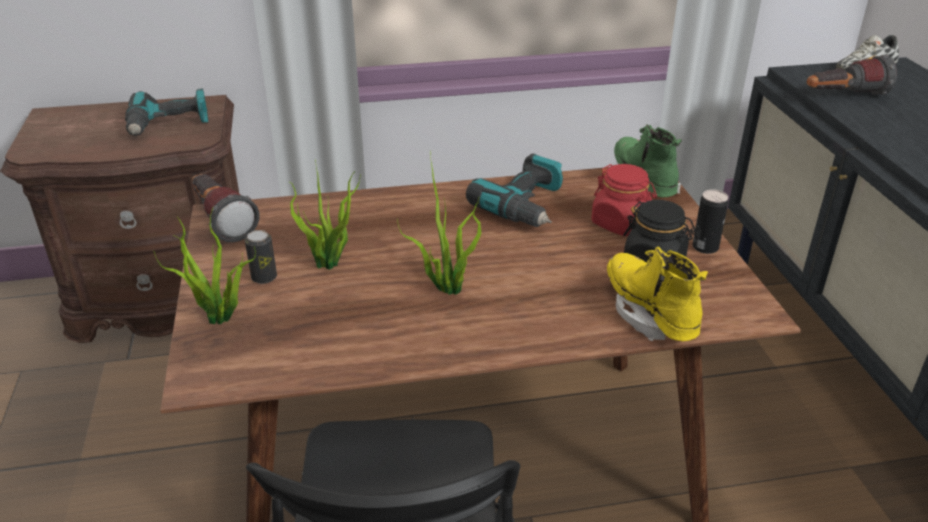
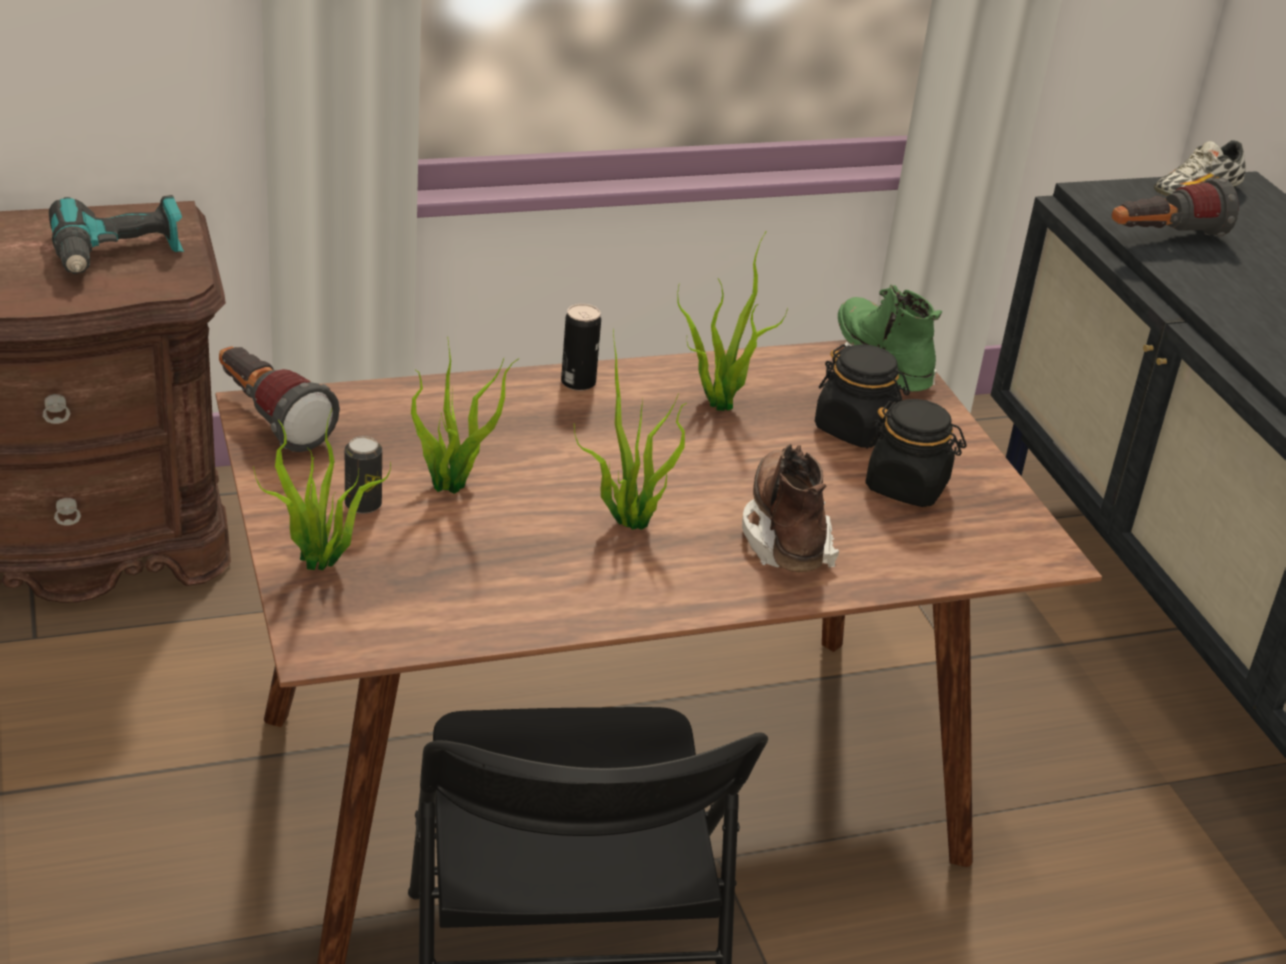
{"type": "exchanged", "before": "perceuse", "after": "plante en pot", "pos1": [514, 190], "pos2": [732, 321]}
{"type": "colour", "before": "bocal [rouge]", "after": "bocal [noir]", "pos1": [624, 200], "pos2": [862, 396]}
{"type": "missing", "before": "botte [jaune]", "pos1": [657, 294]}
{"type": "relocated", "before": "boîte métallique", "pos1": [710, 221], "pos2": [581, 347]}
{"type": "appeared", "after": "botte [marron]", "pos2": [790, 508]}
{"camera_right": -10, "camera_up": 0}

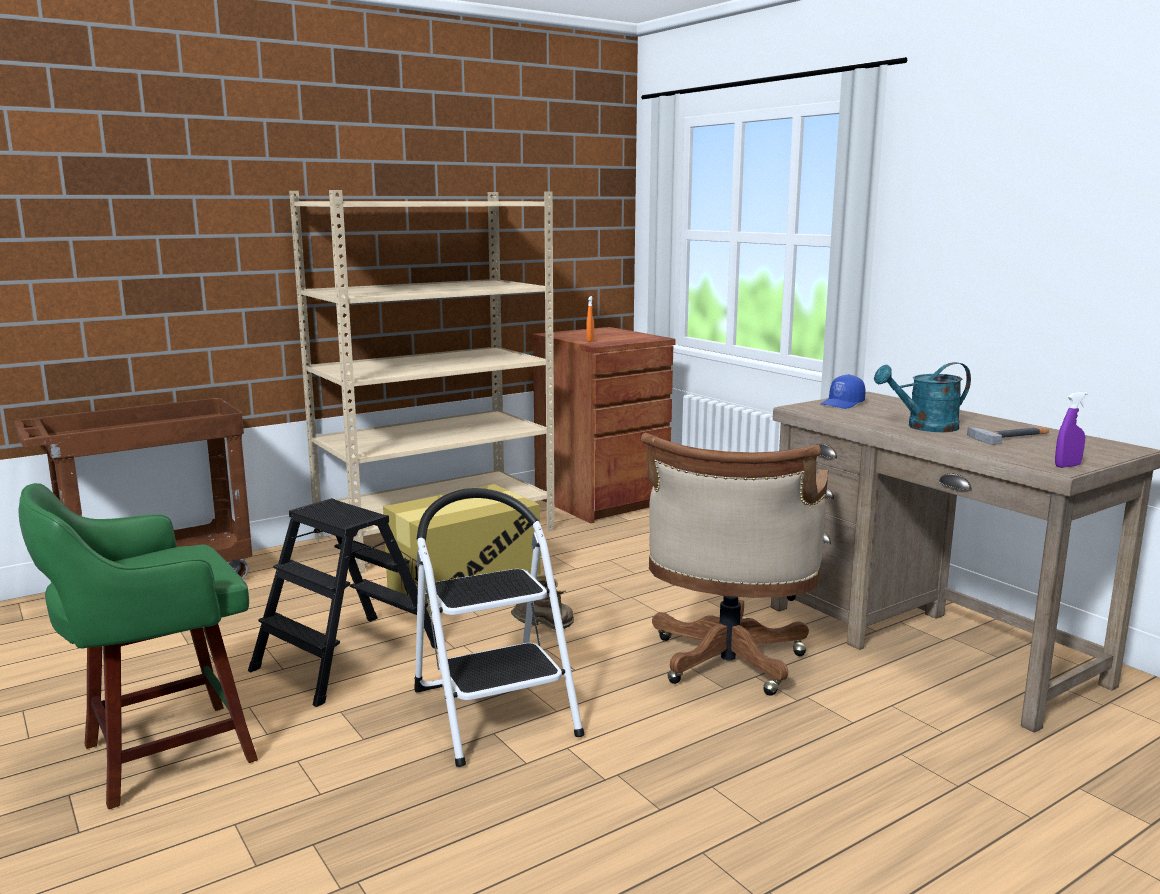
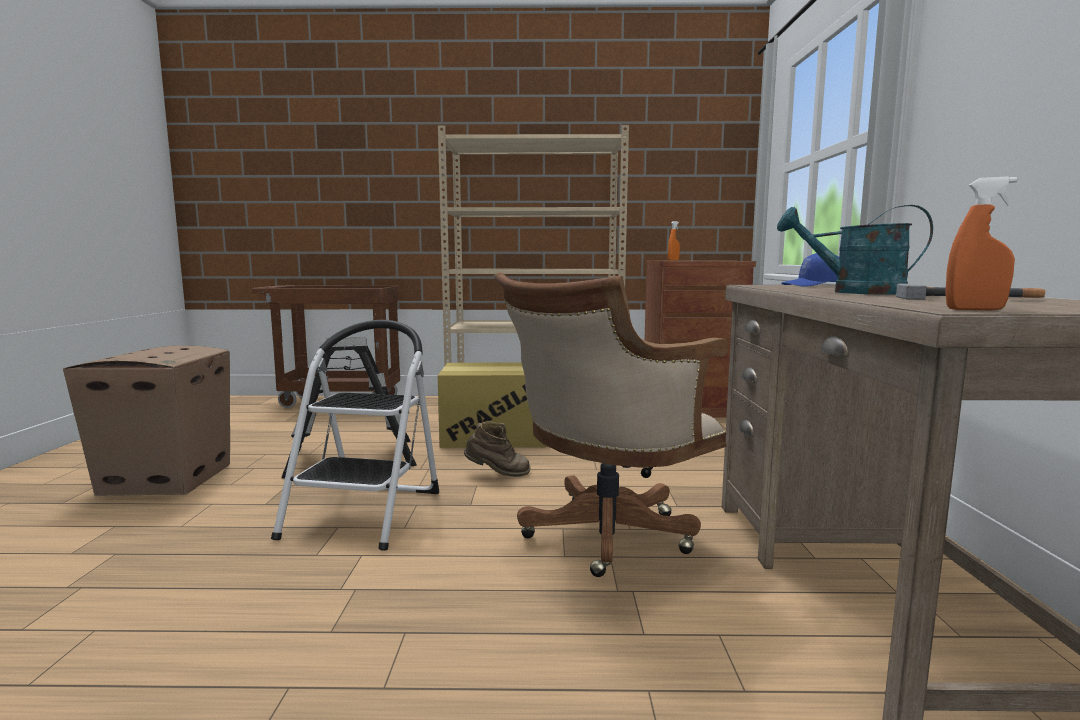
{"type": "exchanged", "before": "tabouret [vert]", "after": "carton", "pos1": [138, 646], "pos2": [146, 420]}
{"type": "colour", "before": "vaporisateur [violet]", "after": "vaporisateur [orange]", "pos1": [1071, 430], "pos2": [981, 243]}
{"camera_right": 35, "camera_up": -5}

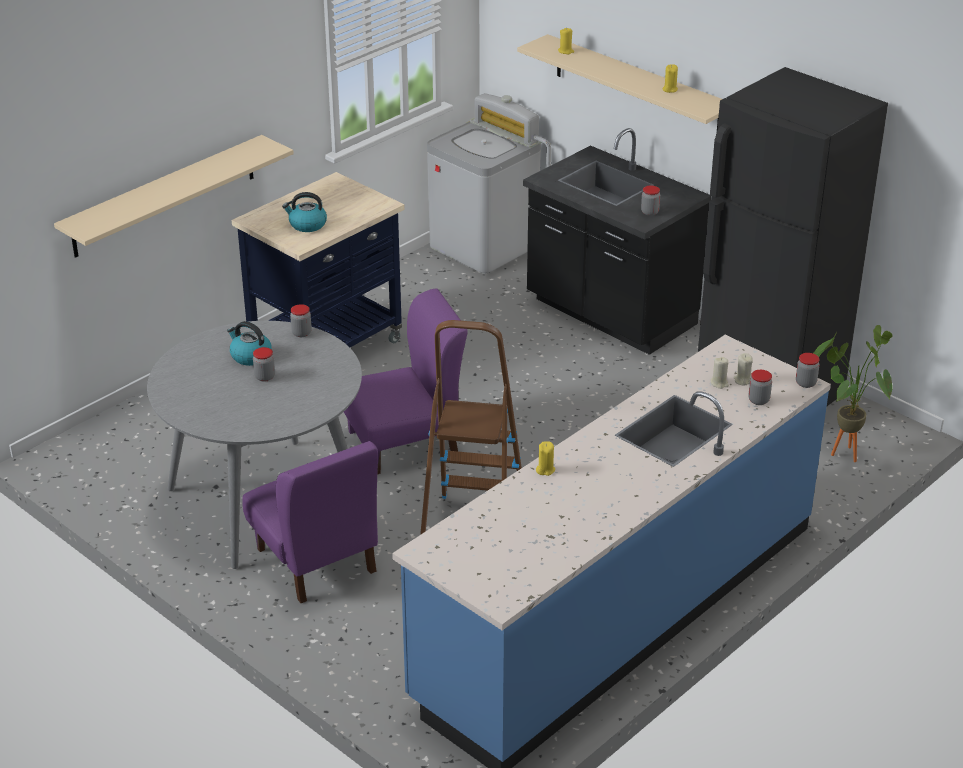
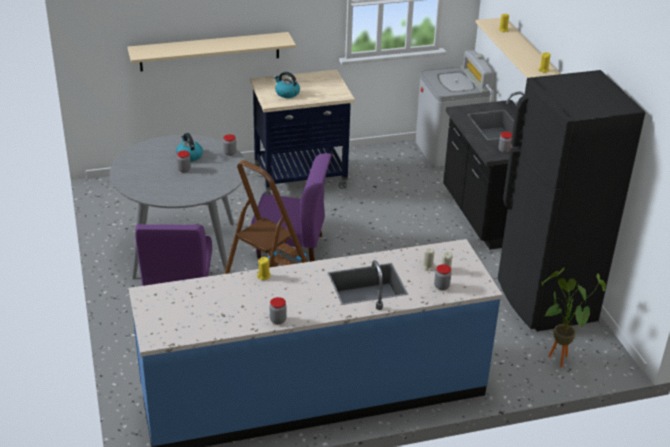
{"type": "relocated", "before": "bocal", "pos1": [807, 370], "pos2": [278, 310]}
{"camera_right": 30, "camera_up": 0}

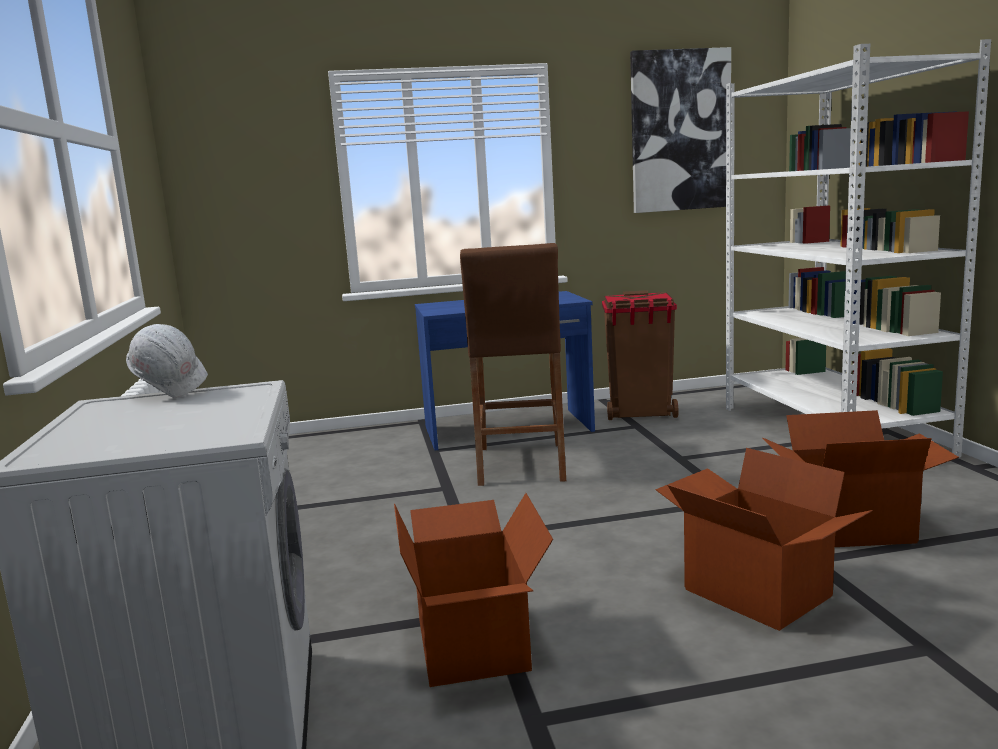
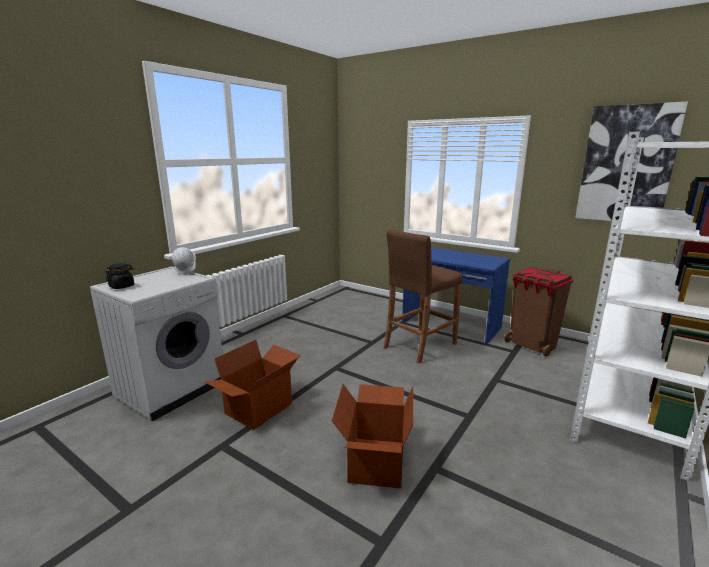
{"type": "missing", "before": "carton", "pos1": [861, 478]}
{"type": "appeared", "after": "bocal [noir]", "pos2": [120, 276]}
{"camera_right": 45, "camera_up": 5}

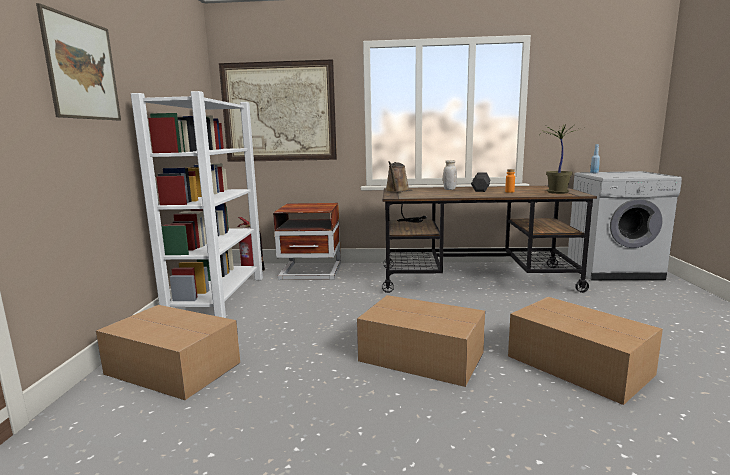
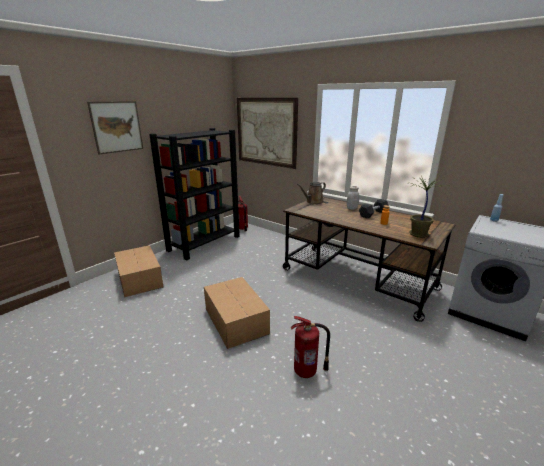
{"type": "colour", "before": "bibliothèque [blanc]", "after": "bibliothèque [noir]", "pos1": [197, 204], "pos2": [194, 194]}
{"type": "missing", "before": "table de chevet", "pos1": [307, 241]}
{"type": "exchanged", "before": "carton", "after": "extincteur", "pos1": [585, 351], "pos2": [310, 347]}
{"camera_right": 35, "camera_up": 10}

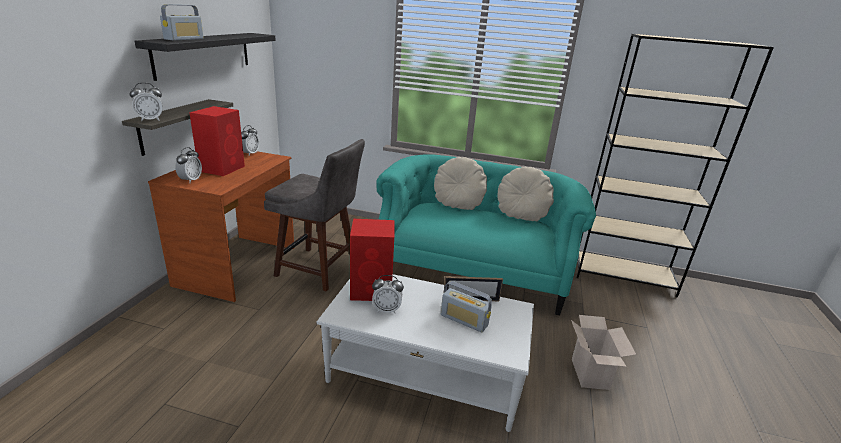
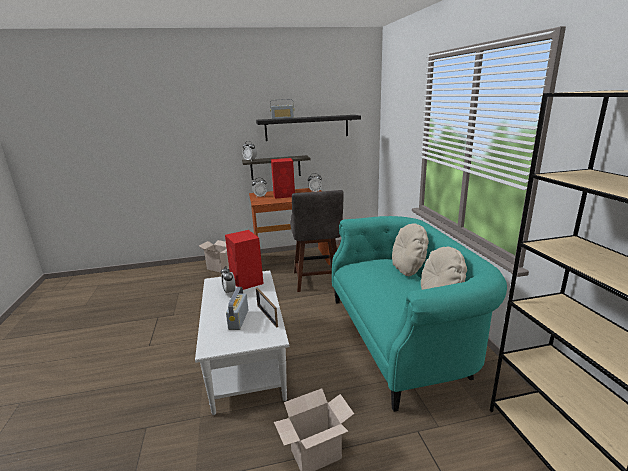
{"type": "appeared", "after": "carton", "pos2": [214, 256]}
{"camera_right": 65, "camera_up": -5}

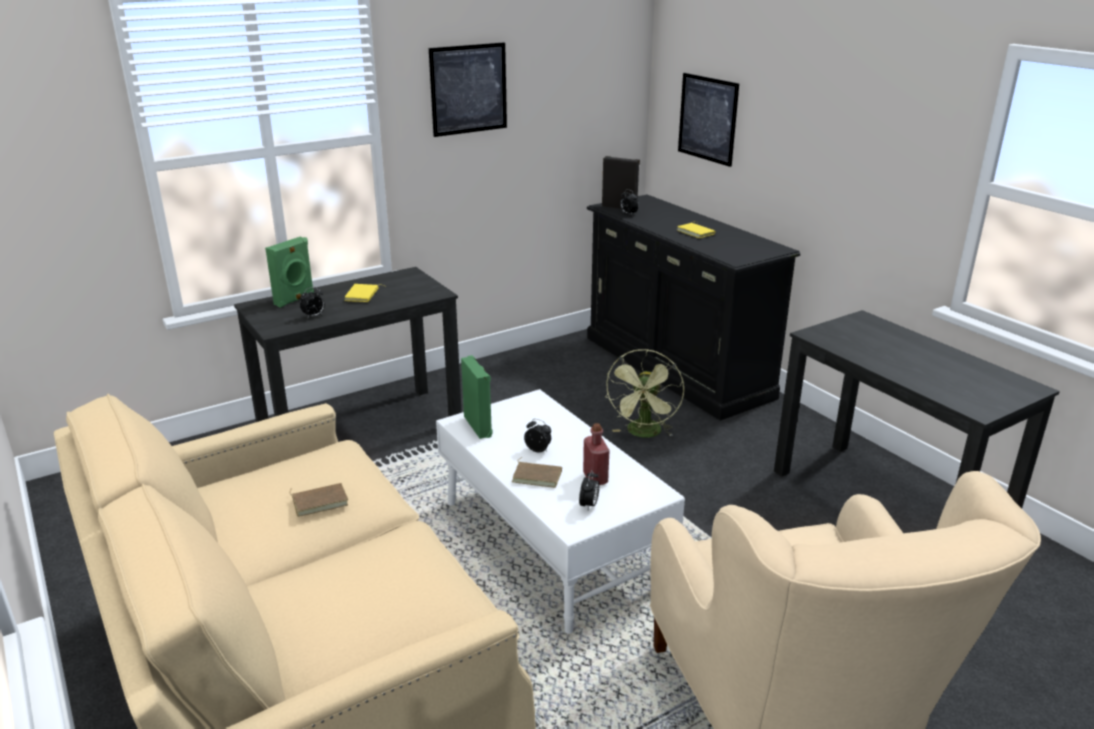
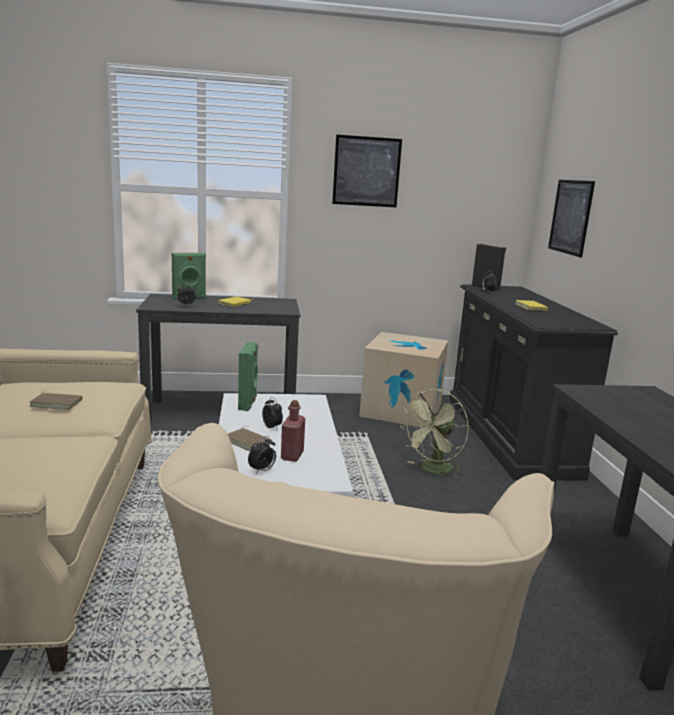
{"type": "appeared", "after": "carton", "pos2": [403, 380]}
{"camera_right": 25, "camera_up": -10}

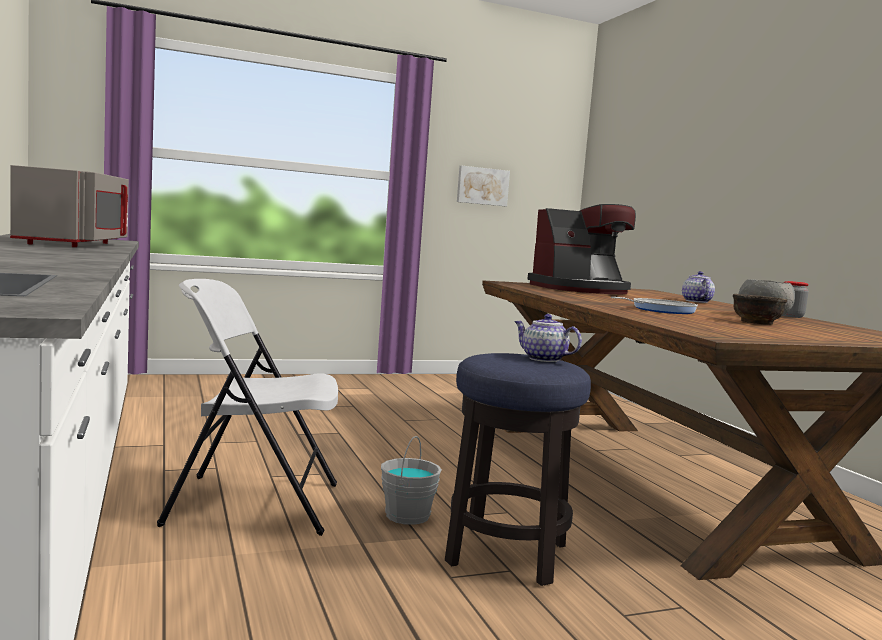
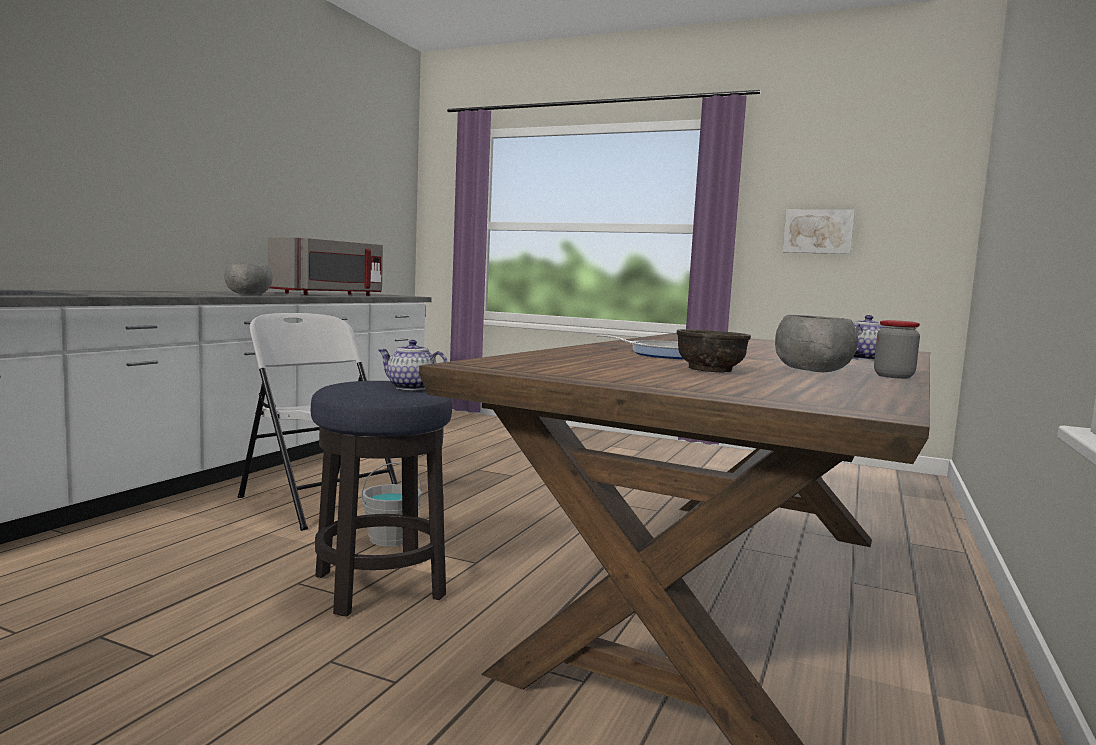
{"type": "spun", "before": "théière", "pos1": [548, 338], "pos2": [413, 365], "turn": -60}
{"type": "missing", "before": "machine à café", "pos1": [581, 249]}
{"type": "appeared", "after": "bol [gris]", "pos2": [248, 279]}
{"camera_right": 45, "camera_up": 0}

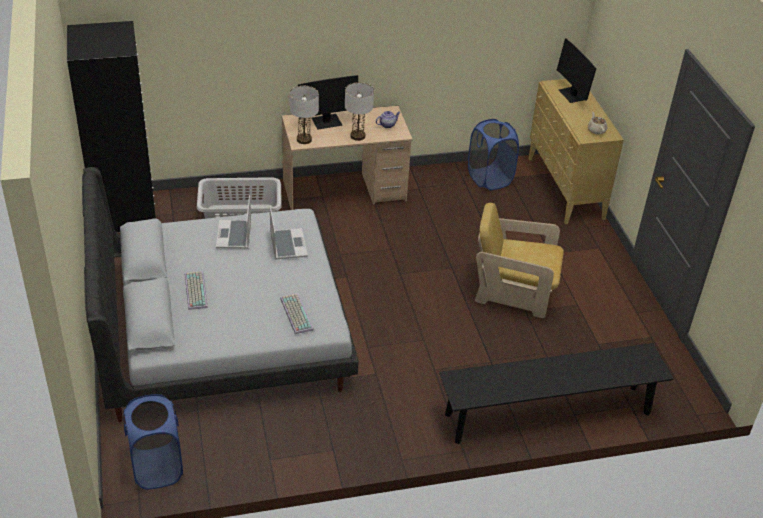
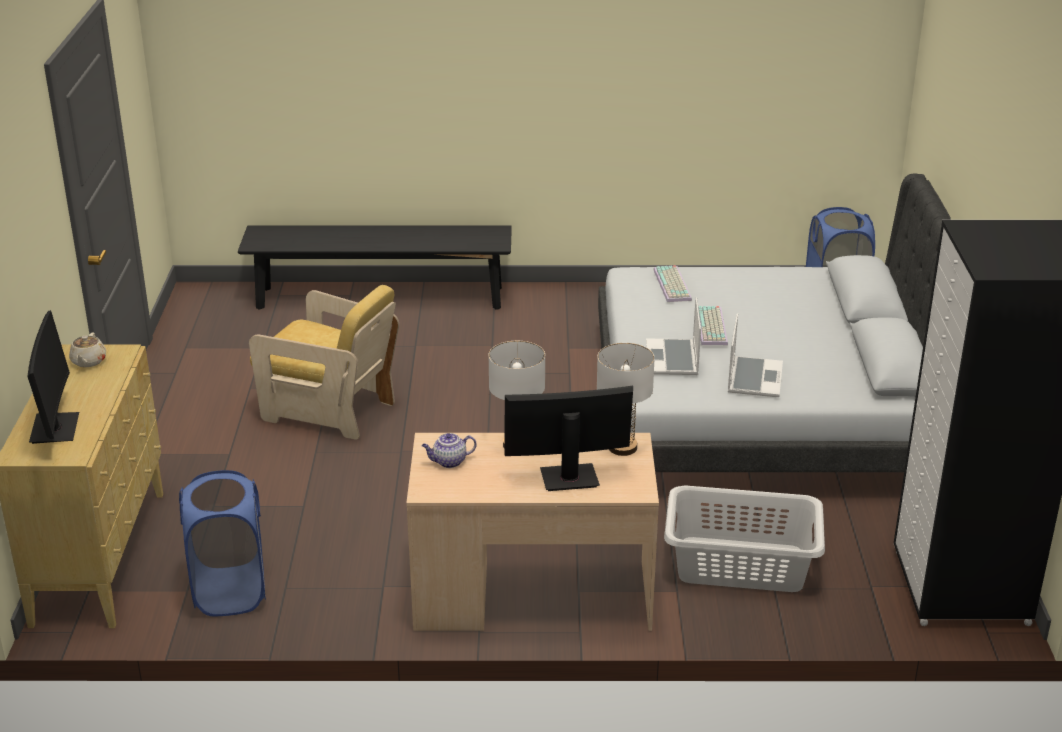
{"type": "relocated", "before": "clavier", "pos1": [196, 290], "pos2": [713, 325]}
{"camera_right": -165, "camera_up": -10}

